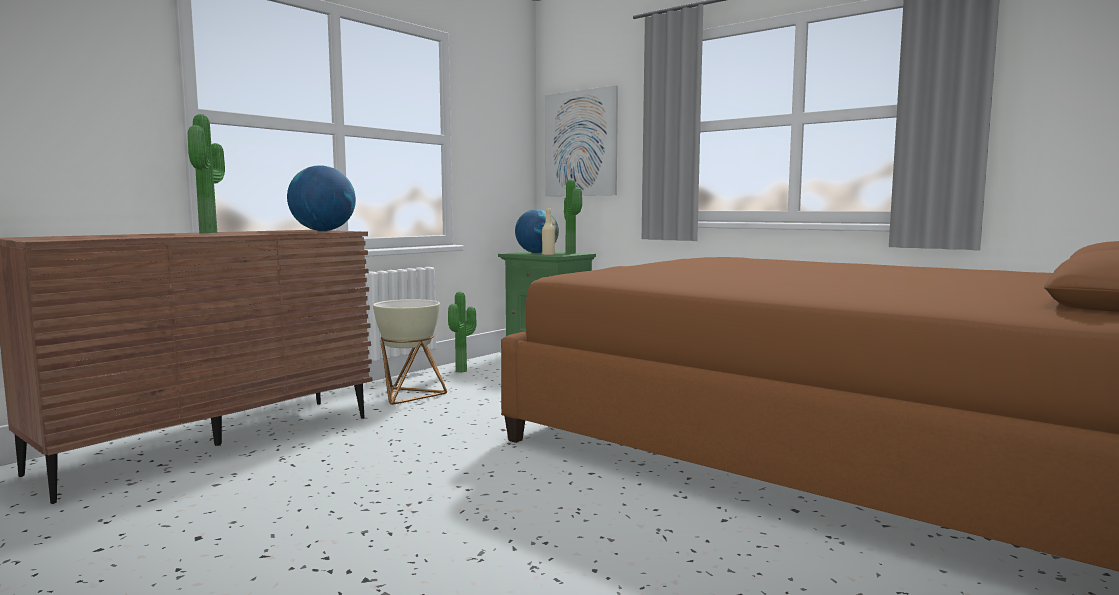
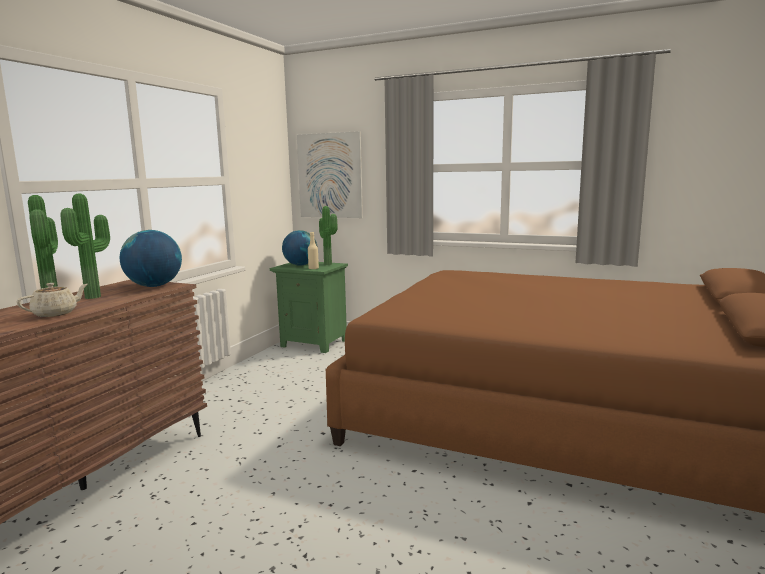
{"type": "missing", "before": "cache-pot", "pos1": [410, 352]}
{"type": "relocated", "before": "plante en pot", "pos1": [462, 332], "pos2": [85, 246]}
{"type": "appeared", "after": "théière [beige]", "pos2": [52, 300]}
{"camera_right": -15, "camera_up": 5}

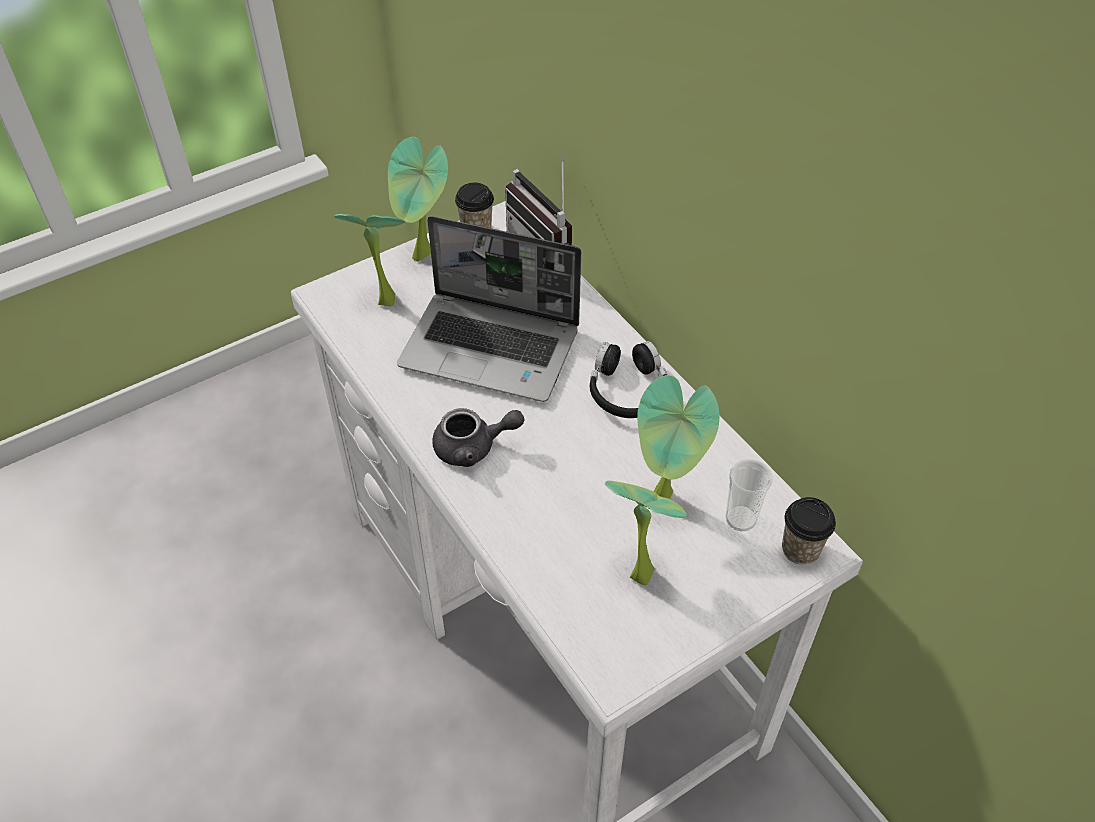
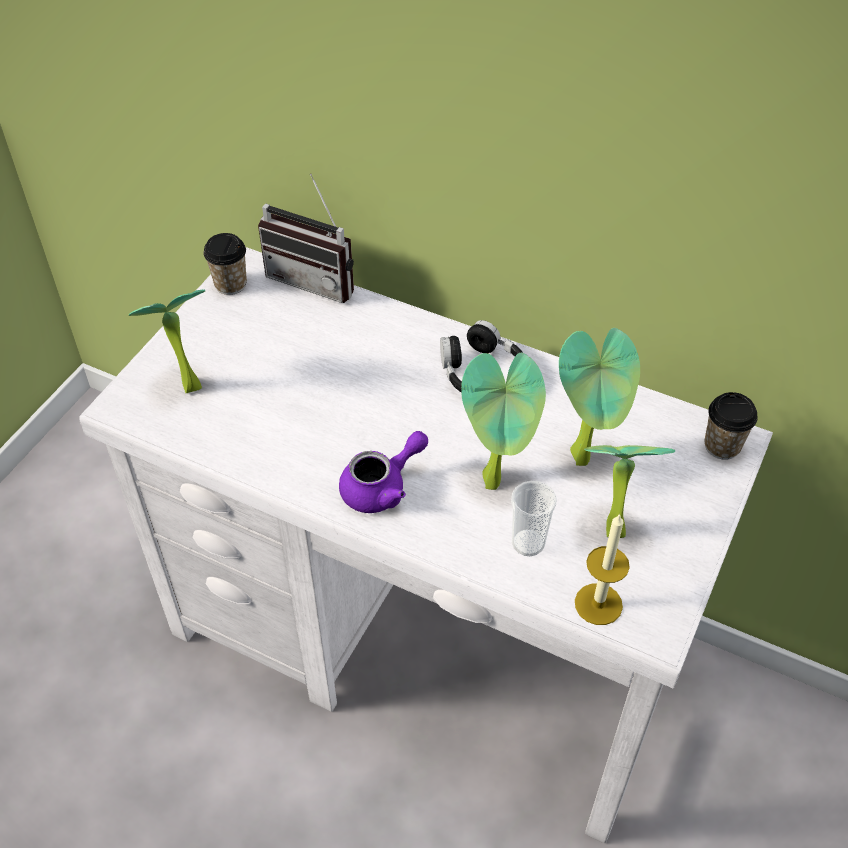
{"type": "relocated", "before": "plante en pot", "pos1": [418, 199], "pos2": [503, 421]}
{"type": "missing", "before": "ordinateur portable", "pos1": [489, 309]}
{"type": "colour", "before": "théière [gris]", "after": "théière [violet]", "pos1": [478, 437], "pos2": [383, 472]}
{"type": "relocated", "before": "tasse", "pos1": [749, 495], "pos2": [534, 518]}
{"type": "appeared", "after": "bougie", "pos2": [602, 569]}
{"camera_right": -30, "camera_up": 0}

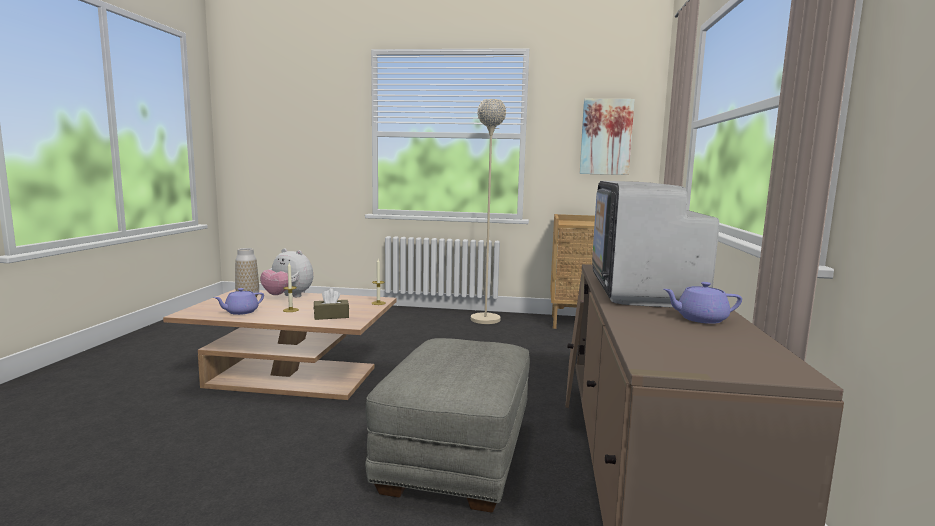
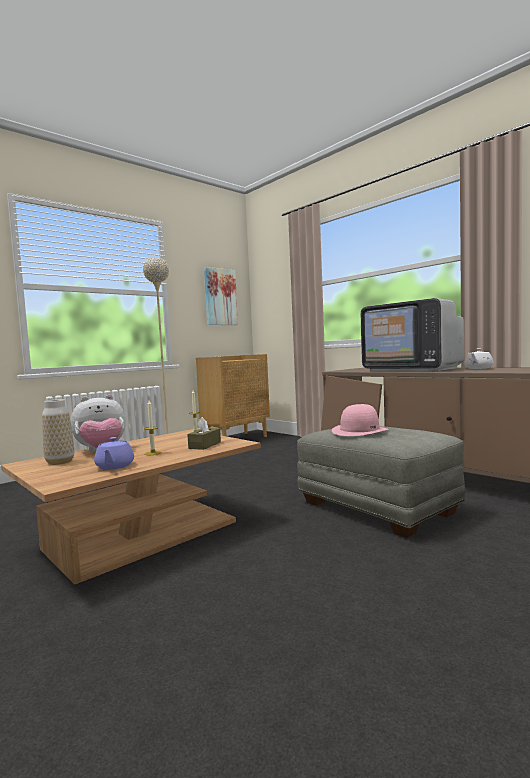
{"type": "colour", "before": "théière [violet]", "after": "théière [blanc]", "pos1": [702, 303], "pos2": [478, 358]}
{"type": "appeared", "after": "chapeau [rose]", "pos2": [360, 420]}
{"camera_right": -50, "camera_up": -5}

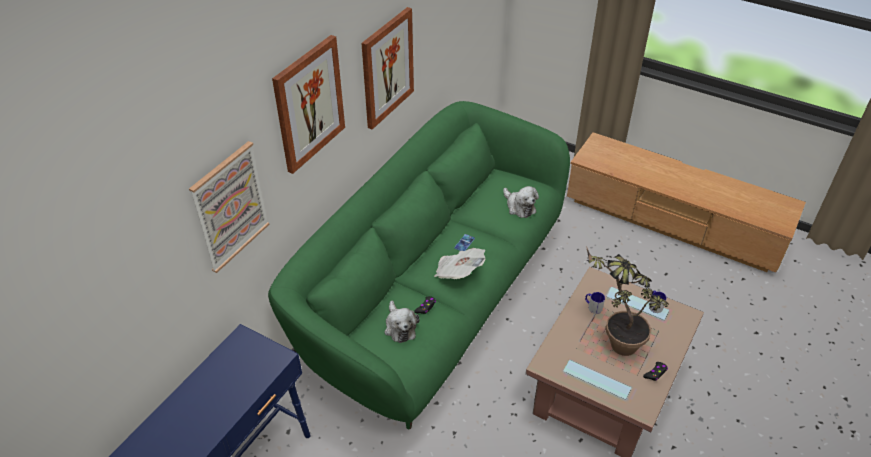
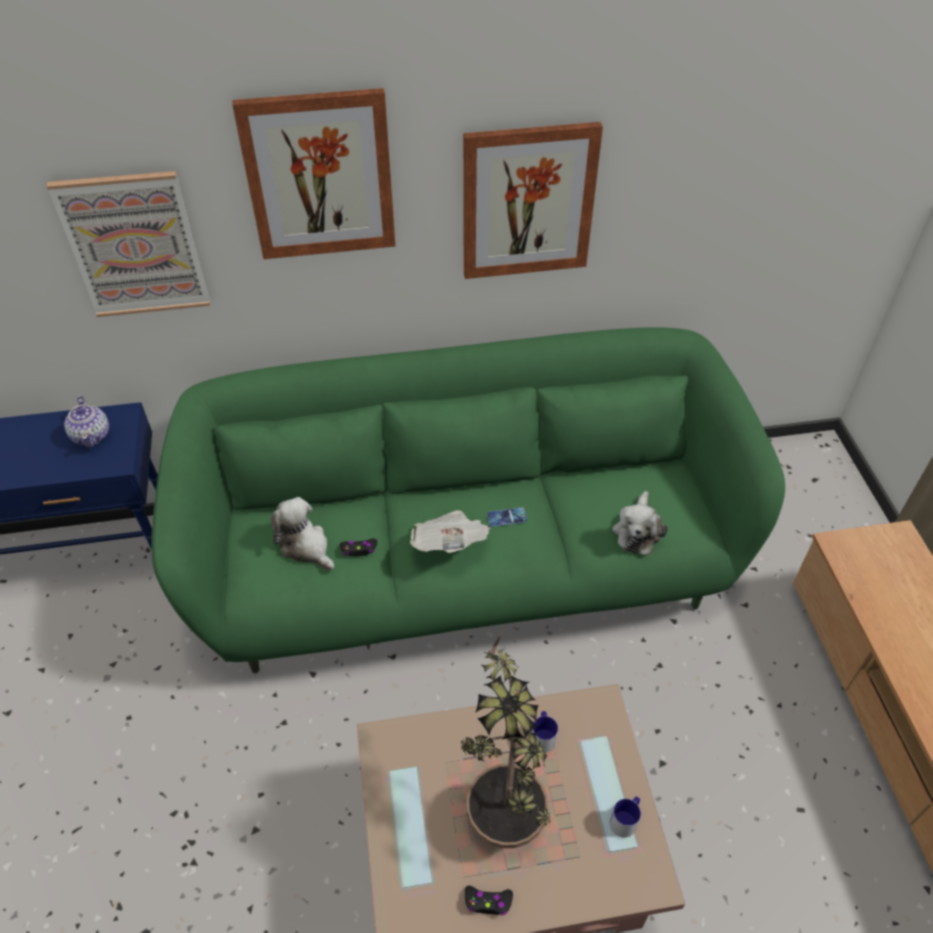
{"type": "spun", "before": "peluche", "pos1": [401, 322], "pos2": [302, 534], "turn": 105}
{"type": "appeared", "after": "théière", "pos2": [86, 422]}
{"camera_right": 50, "camera_up": 5}

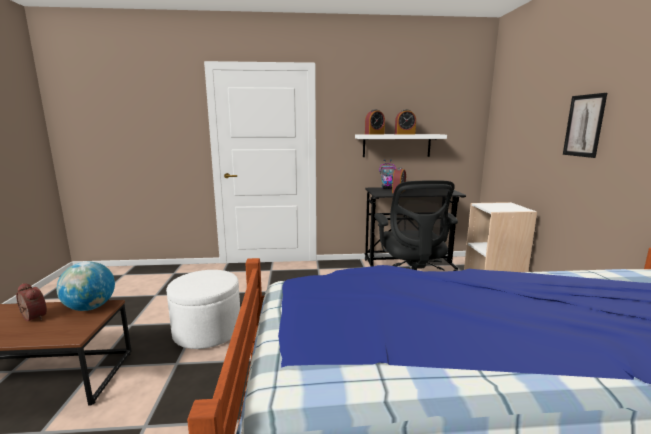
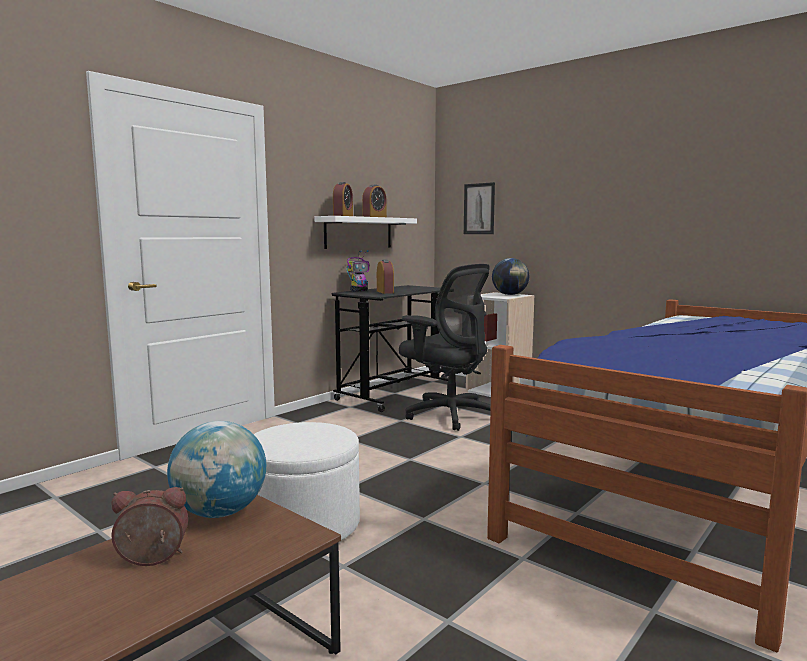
{"type": "relocated", "before": "tableau", "pos1": [585, 125], "pos2": [479, 208]}
{"type": "appeared", "after": "globe", "pos2": [510, 276]}
{"camera_right": -45, "camera_up": -5}

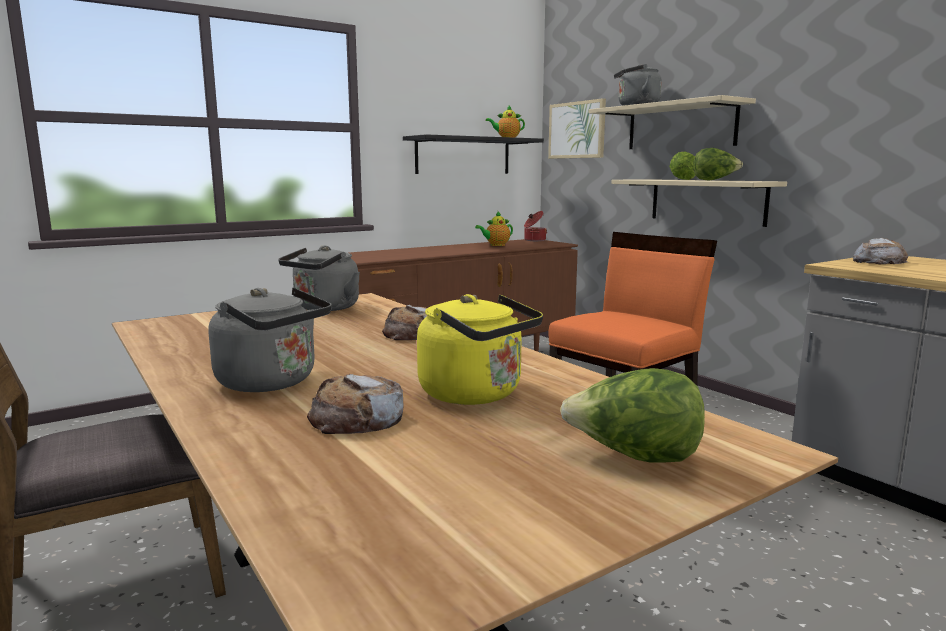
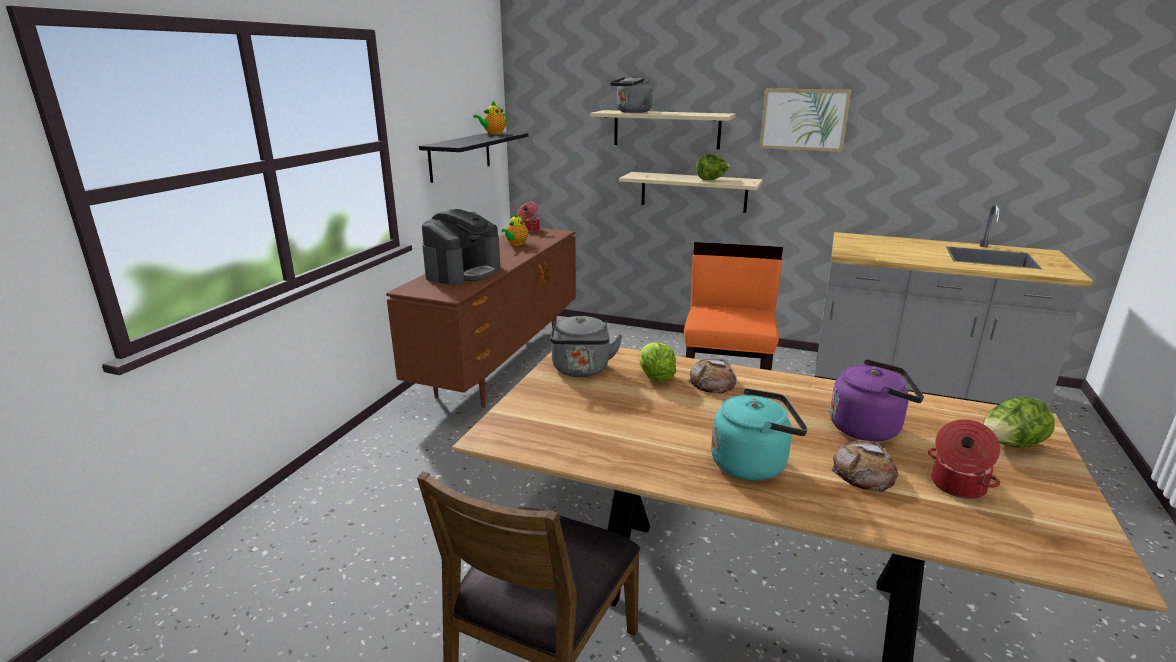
{"type": "colour", "before": "bouilloire [gris]", "after": "bouilloire [turquoise]", "pos1": [270, 340], "pos2": [759, 434]}
{"type": "colour", "before": "bouilloire [jaune]", "after": "bouilloire [violet]", "pos1": [480, 349], "pos2": [877, 400]}
{"type": "relocated", "before": "tableau", "pos1": [577, 128], "pos2": [805, 120]}
{"type": "relocated", "before": "laitue", "pos1": [682, 165], "pos2": [658, 361]}
{"type": "missing", "before": "pain", "pos1": [880, 251]}
{"type": "appeared", "after": "machine à café", "pos2": [461, 247]}
{"type": "appeared", "after": "marmite", "pos2": [964, 459]}
{"camera_right": -35, "camera_up": 10}

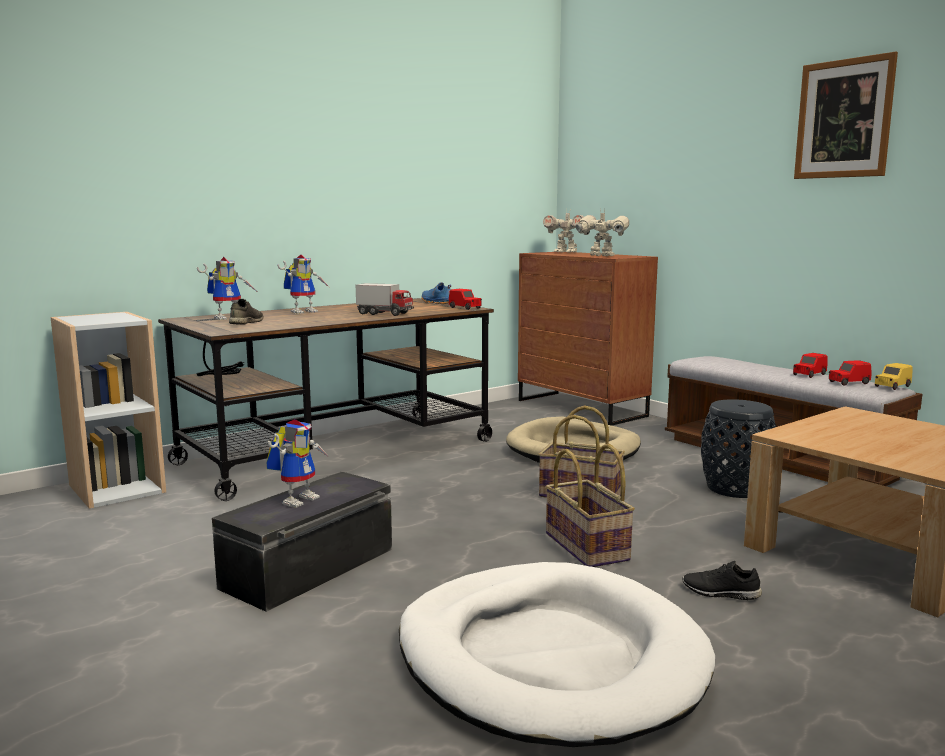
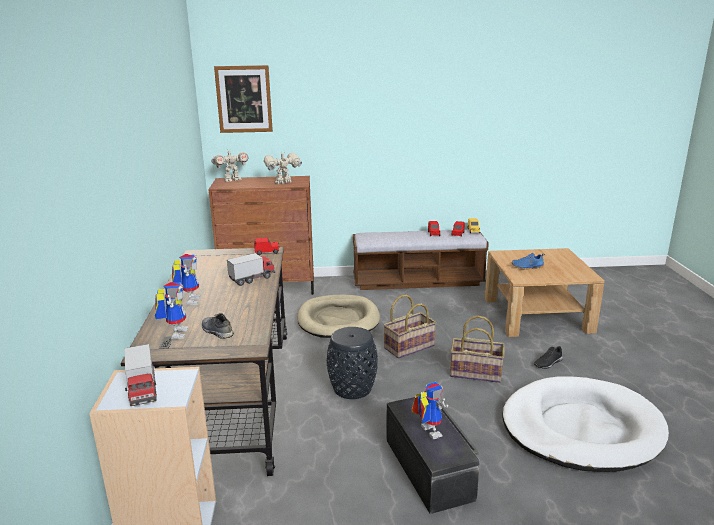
{"type": "relocated", "before": "chaussure [bleu]", "pos1": [436, 293], "pos2": [528, 261]}
{"type": "relocated", "before": "tabouret [noir]", "pos1": [738, 448], "pos2": [352, 363]}
{"type": "relocated", "before": "tableau", "pos1": [846, 115], "pos2": [243, 99]}
{"type": "appeared", "after": "camion jouet", "pos2": [140, 375]}
{"camera_right": -55, "camera_up": 10}

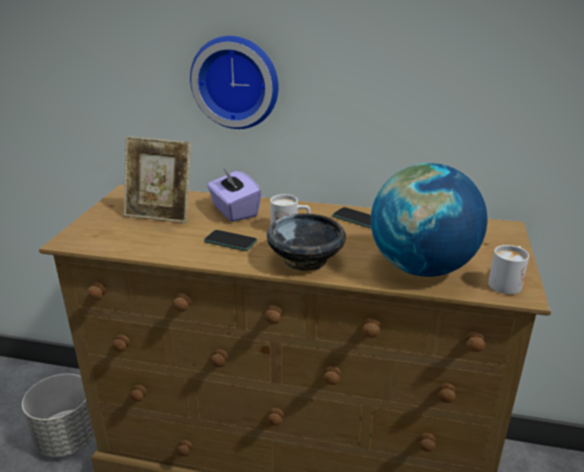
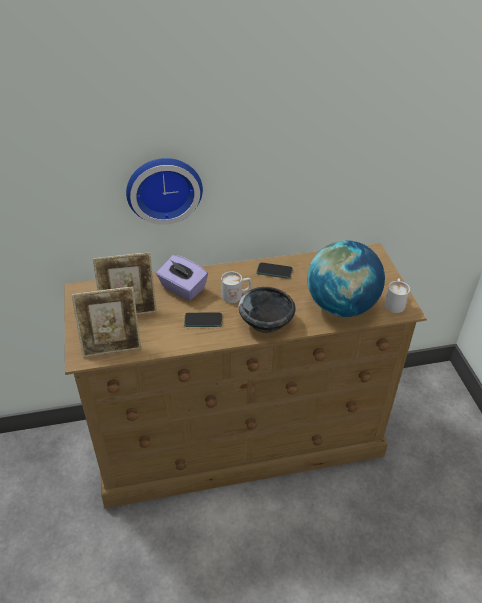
{"type": "missing", "before": "cache-pot [gris]", "pos1": [58, 415]}
{"type": "appeared", "after": "cadre photo", "pos2": [107, 322]}
{"camera_right": -25, "camera_up": 15}

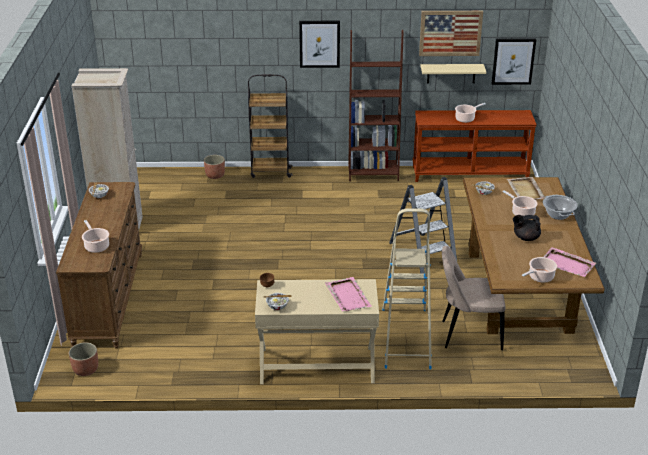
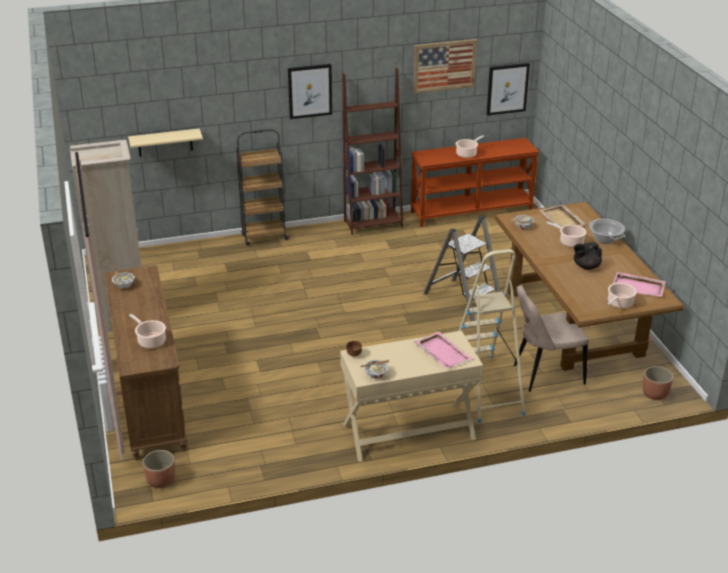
{"type": "relocated", "before": "cache-pot", "pos1": [214, 167], "pos2": [658, 383]}
{"type": "relocated", "before": "étagère [beige]", "pos1": [453, 74], "pos2": [165, 142]}
{"camera_right": -15, "camera_up": 0}

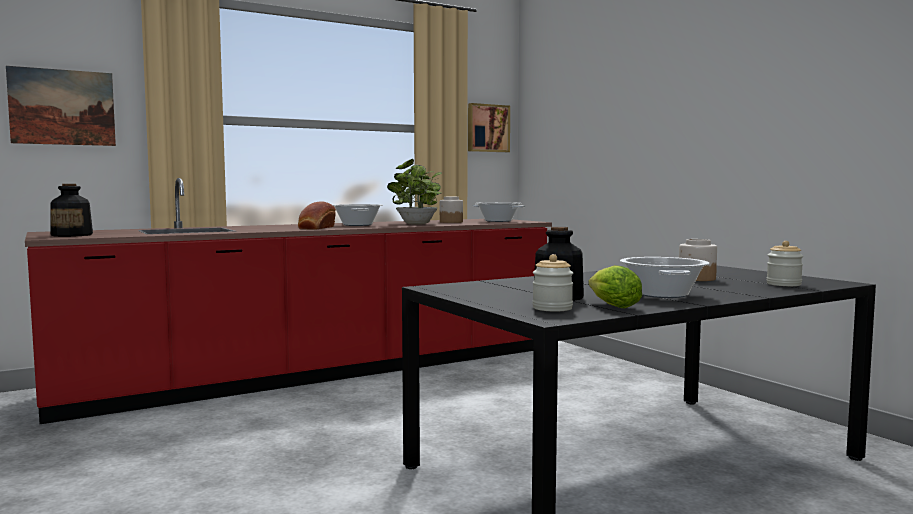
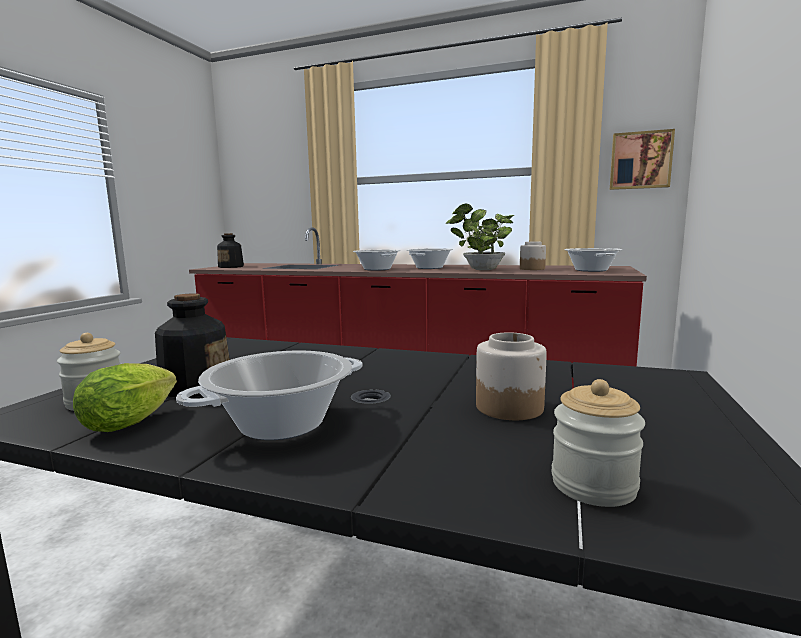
{"type": "missing", "before": "tableau", "pos1": [61, 106]}
{"type": "exchanged", "before": "pain", "after": "marmite", "pos1": [317, 215], "pos2": [377, 260]}
{"camera_right": 50, "camera_up": 5}

